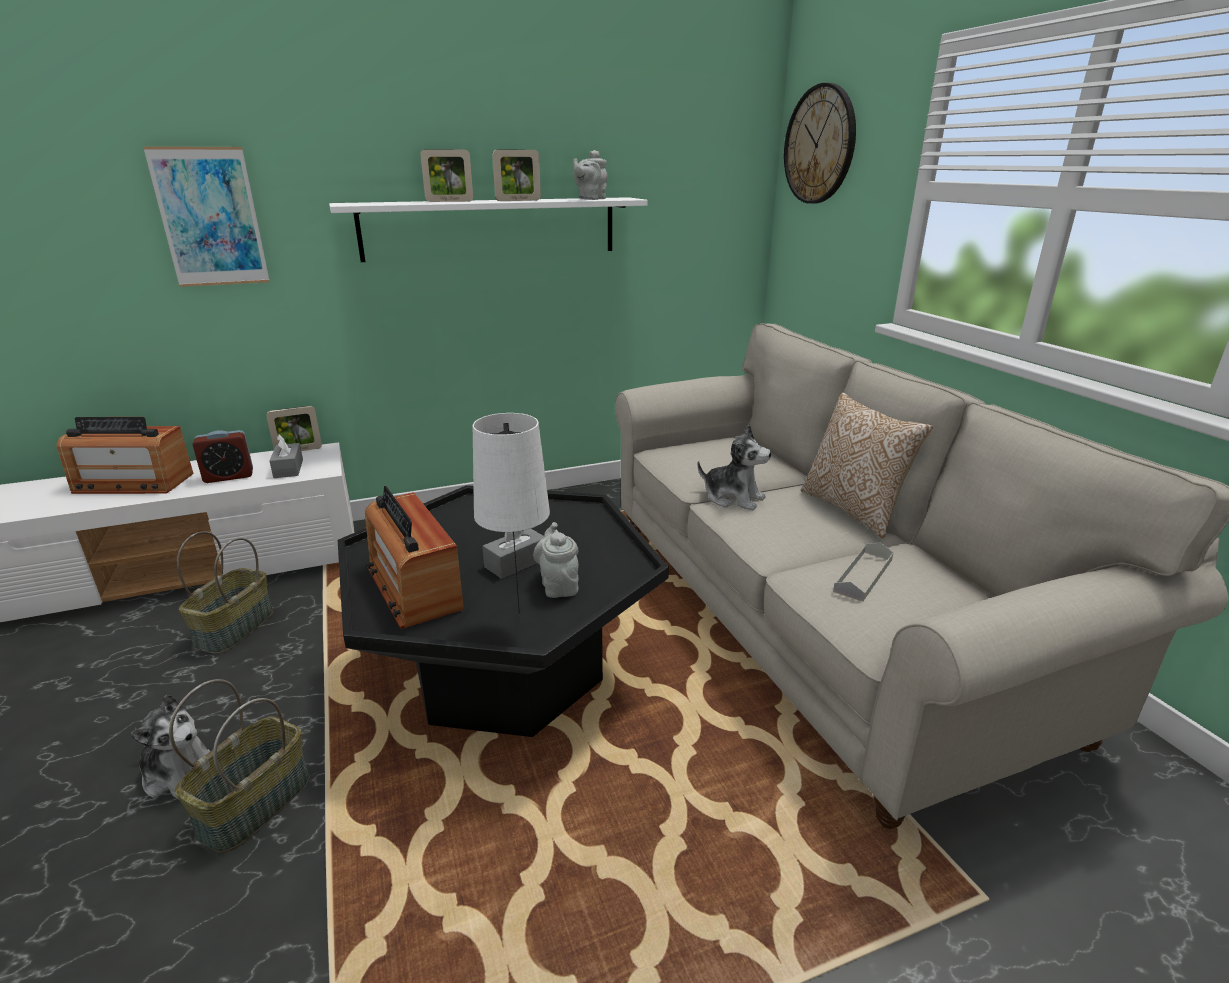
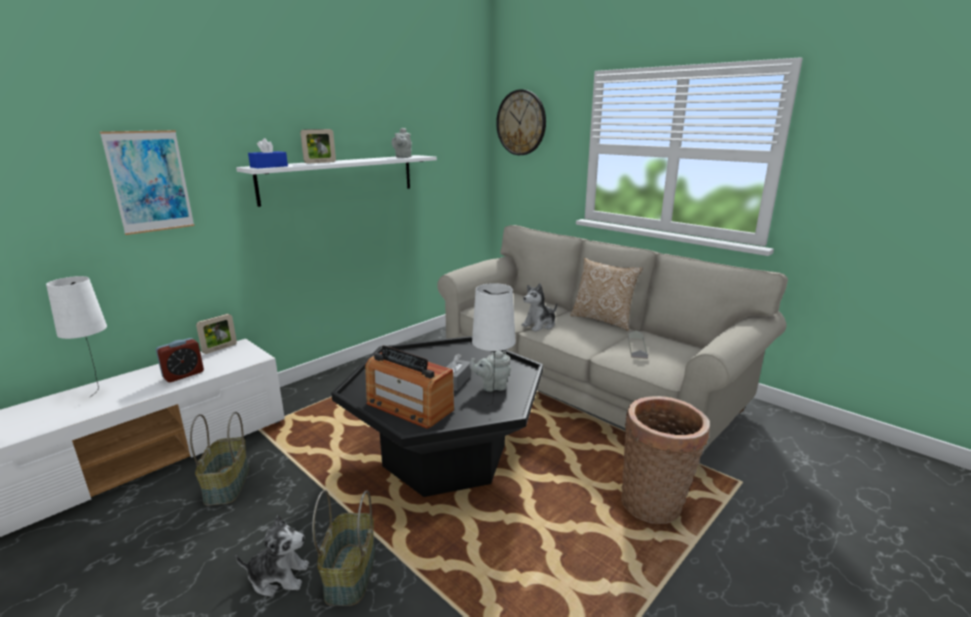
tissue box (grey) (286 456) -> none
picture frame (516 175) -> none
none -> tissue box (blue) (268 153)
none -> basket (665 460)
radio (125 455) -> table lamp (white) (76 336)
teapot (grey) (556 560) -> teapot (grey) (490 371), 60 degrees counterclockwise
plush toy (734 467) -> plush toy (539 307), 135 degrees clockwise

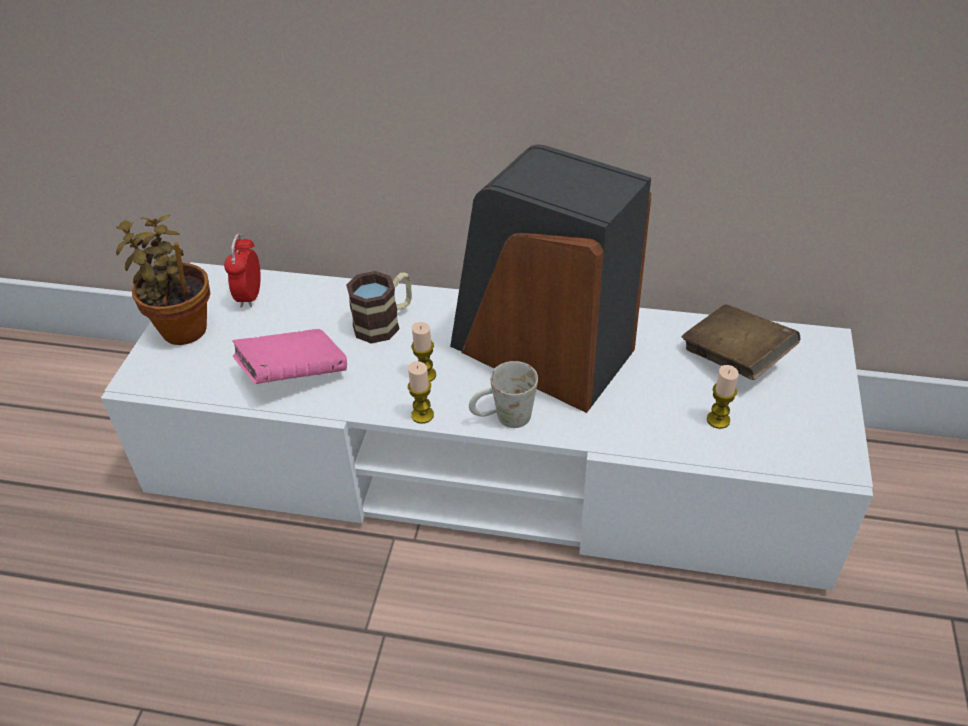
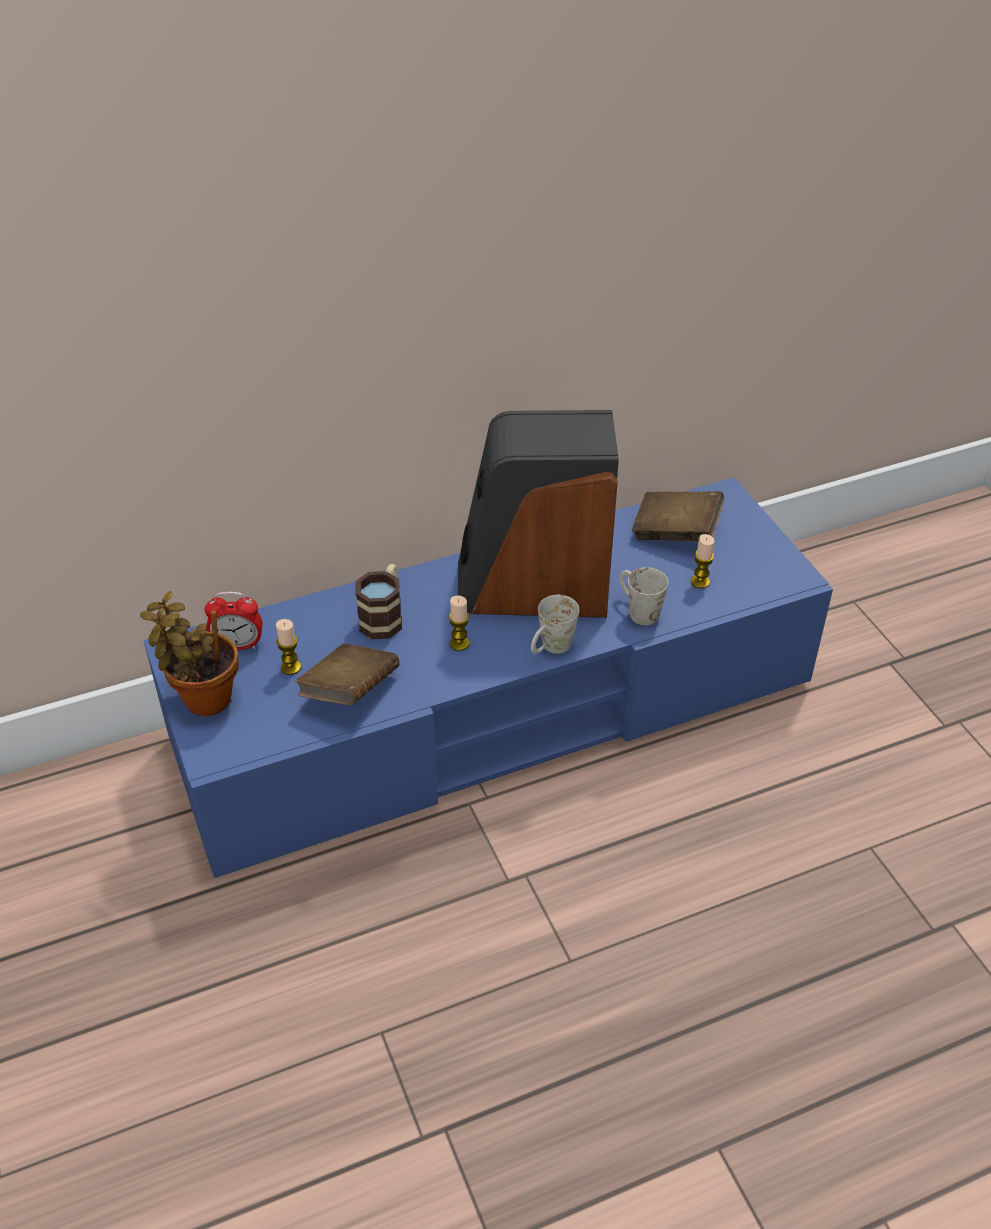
none -> mug (white) (644 596)
candle (421 392) -> candle (288 647), moved
tv stand (white) (487 426) -> tv stand (blue) (488 677)
book (pink) (290 356) -> book (brown) (347 674)
alarm clock (242 271) -> alarm clock (233 621), 60 degrees counterclockwise

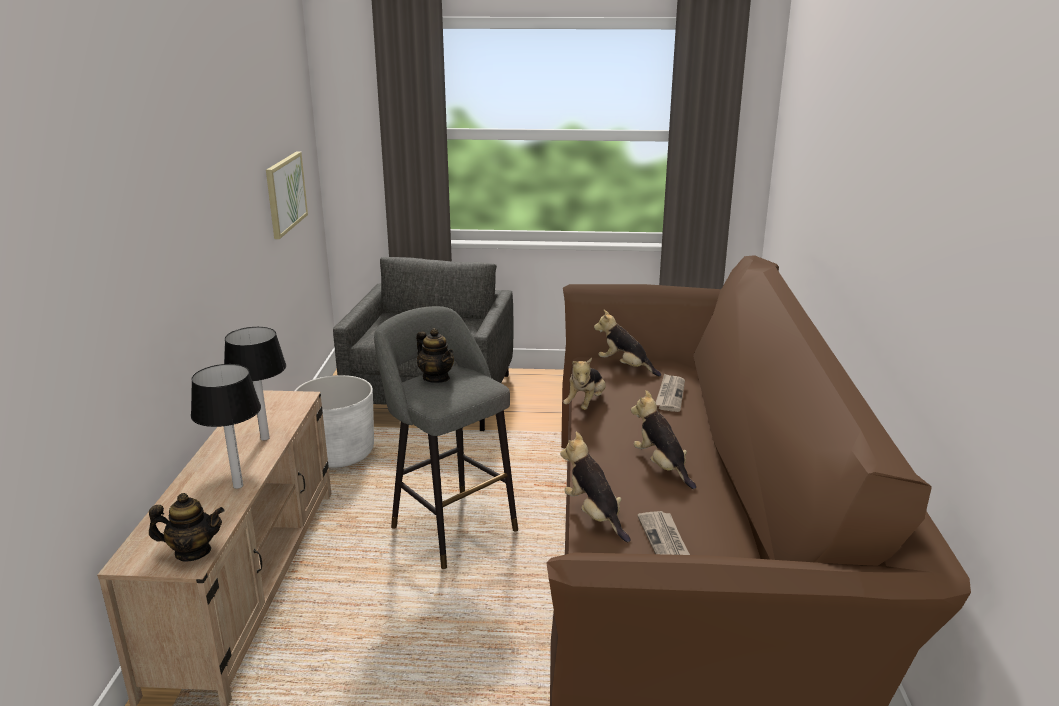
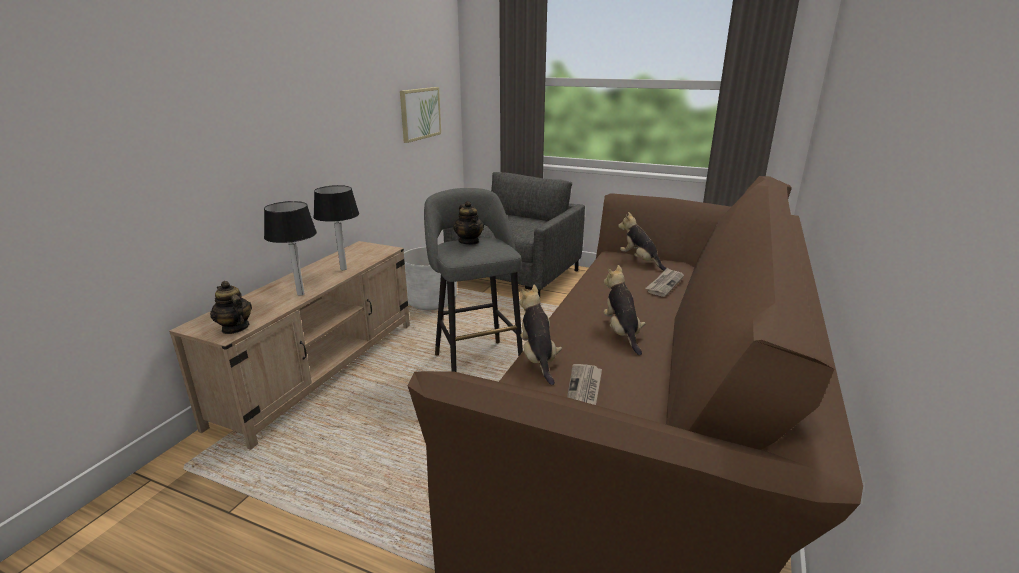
plush toy (584 384) -> none
teapot (186 527) -> teapot (231 307), 150 degrees counterclockwise

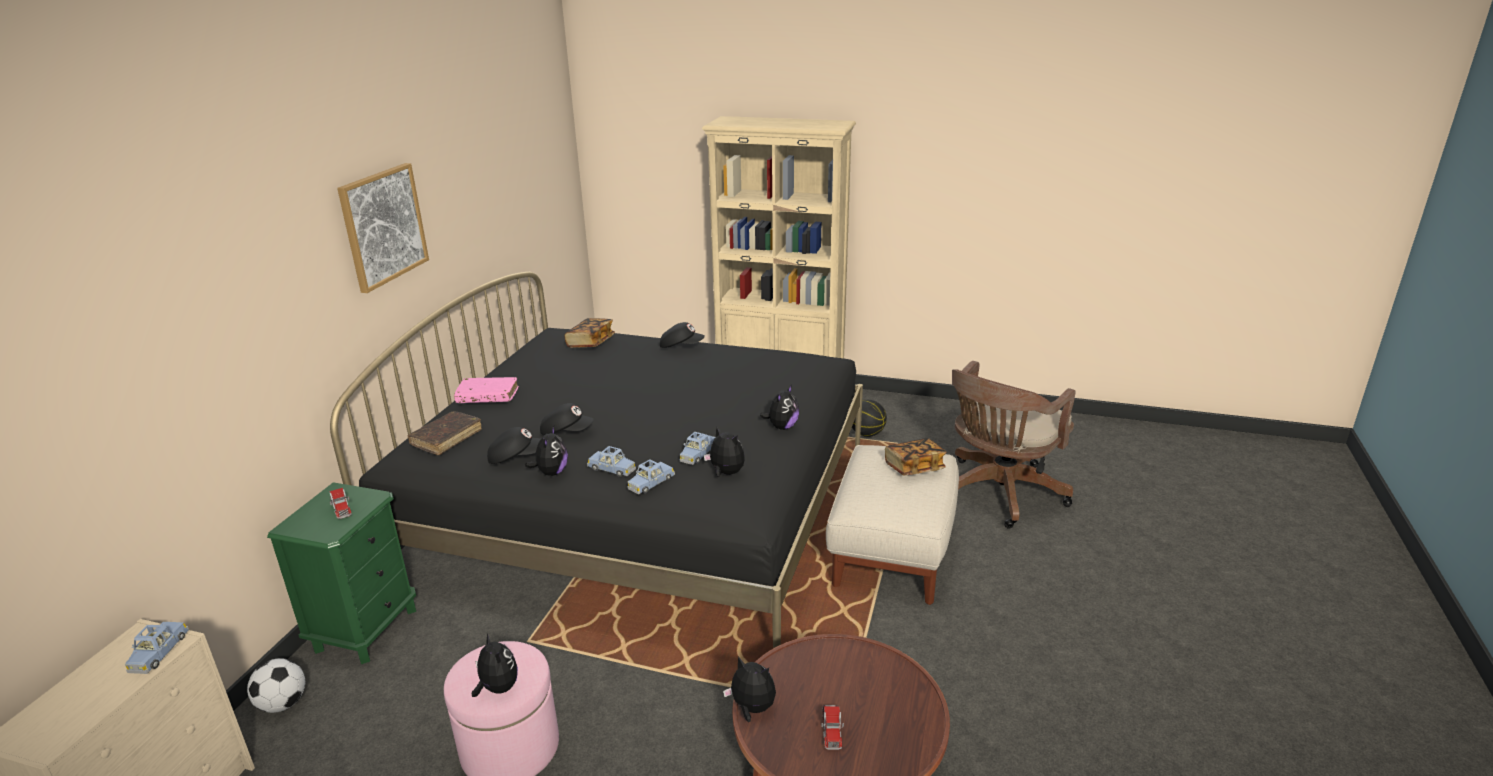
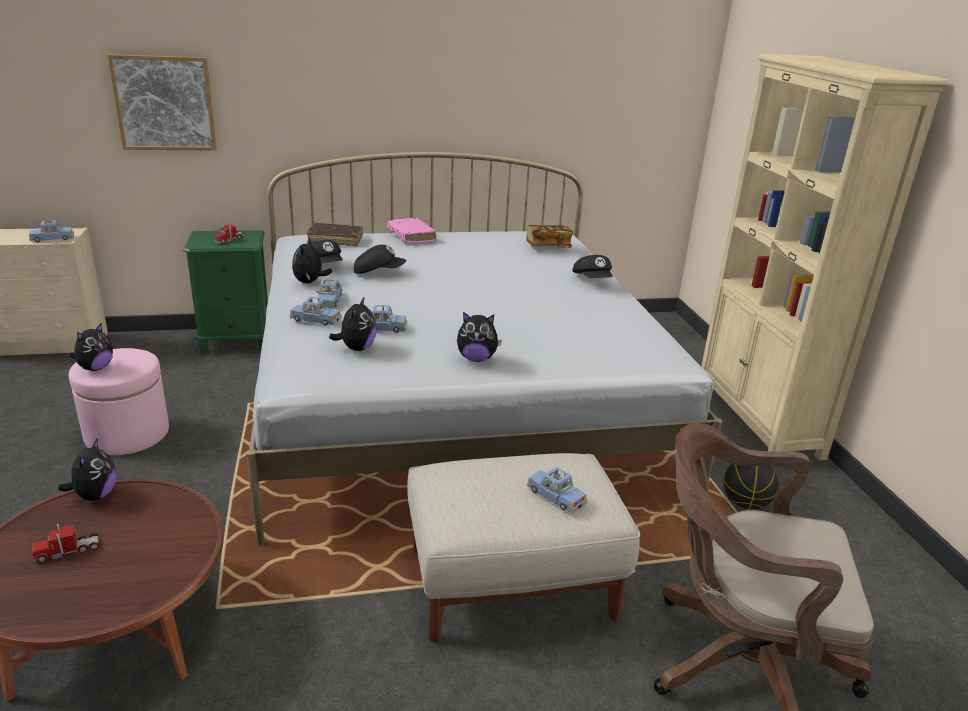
football (276 685) -> none
picture (383 228) -> picture (162 102), moved
book (916 456) -> toy car (blue) (557 490)
bed (black) (596 460) -> bed (white) (484 348)
plush toy (546 451) -> plush toy (312 260), 120 degrees clockwise
cap (black) (567 419) -> cap (black) (380 259), 75 degrees counterclockwise

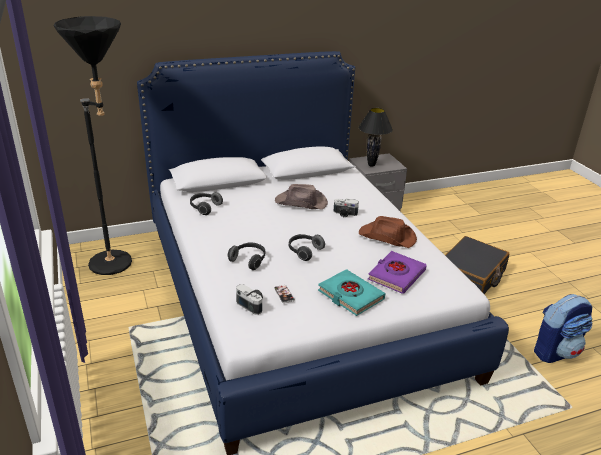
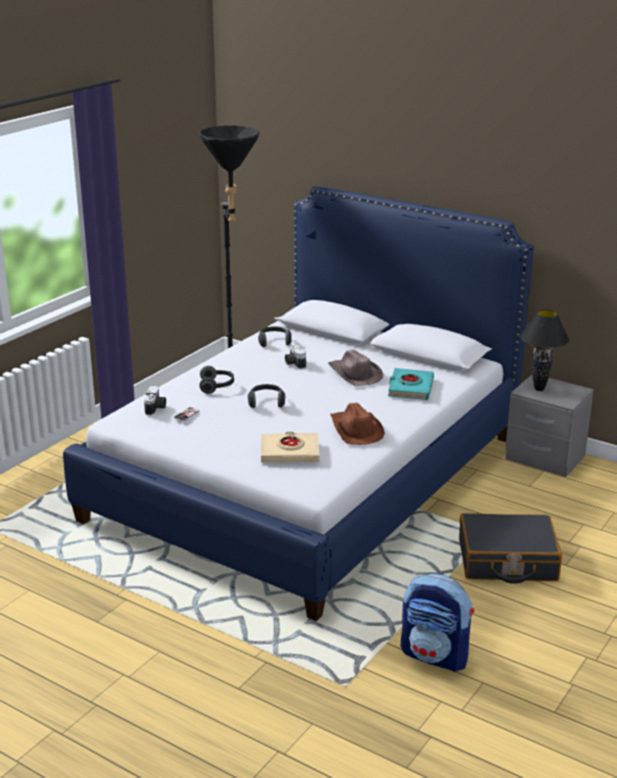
book (turquoise) (352 292) -> book (turquoise) (411 384), moved
photo camera (346 207) -> photo camera (295 357), moved
book (purple) (397 272) -> book (beige) (290 446)

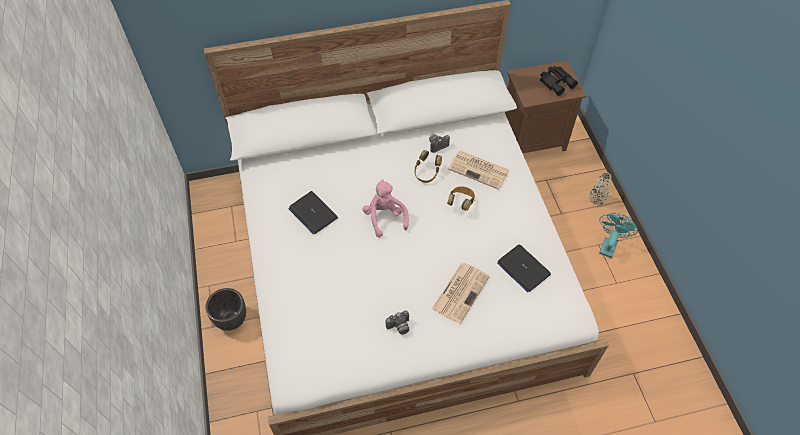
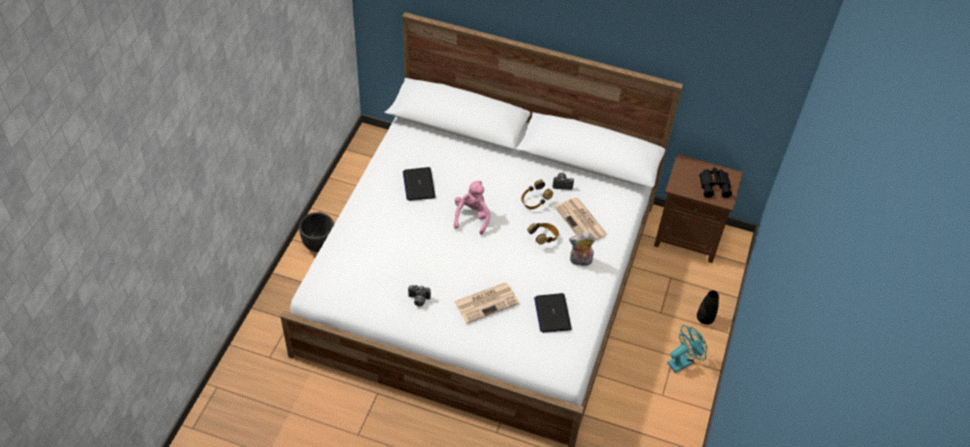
none -> plush toy (582 249)
vase (beige) (600 188) -> vase (black) (708 307)

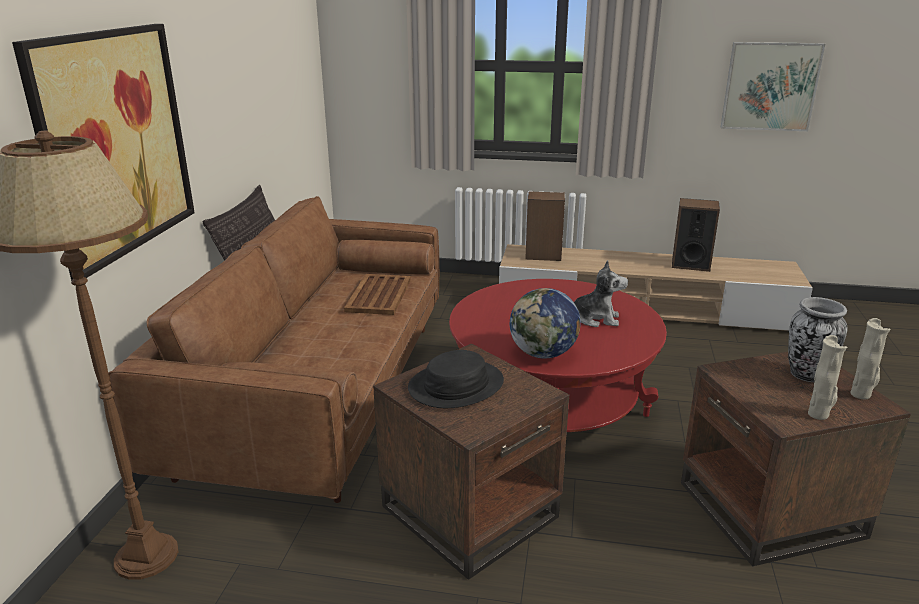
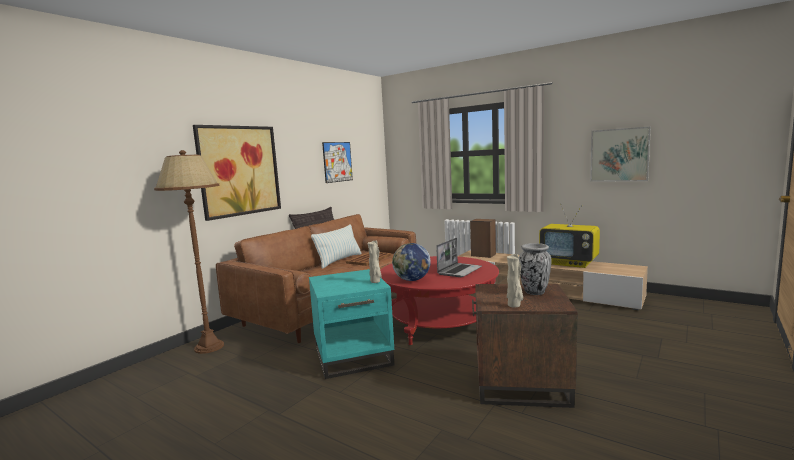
hat (black) (456 379) -> none
none -> pillow (336 246)
none -> picture (337 162)
vase (beige) (871 358) -> vase (beige) (374 261), moved
plush toy (596 293) -> laptop (459 257)
speaker (696 235) -> television (569 236)
side table (brown) (471 462) -> side table (turquoise) (351 324)

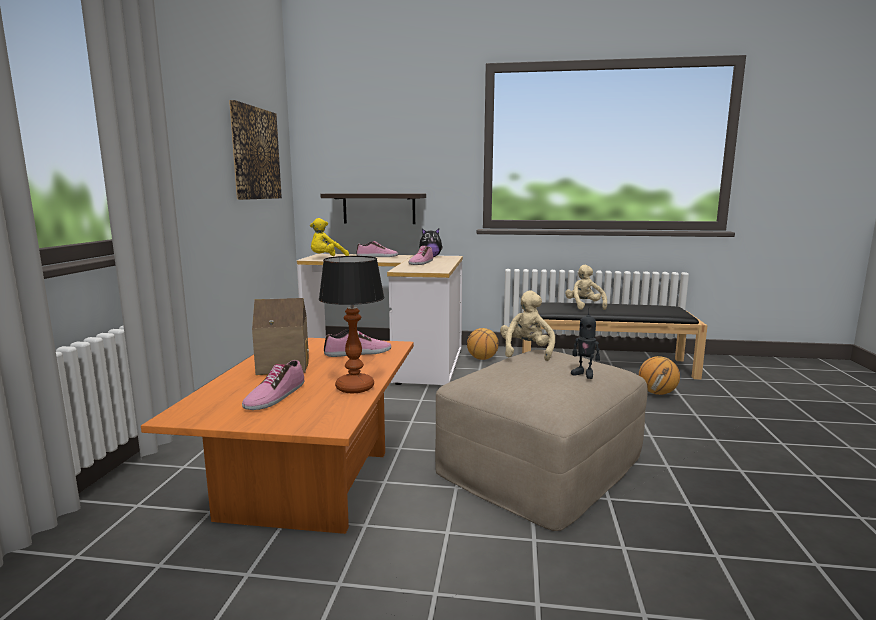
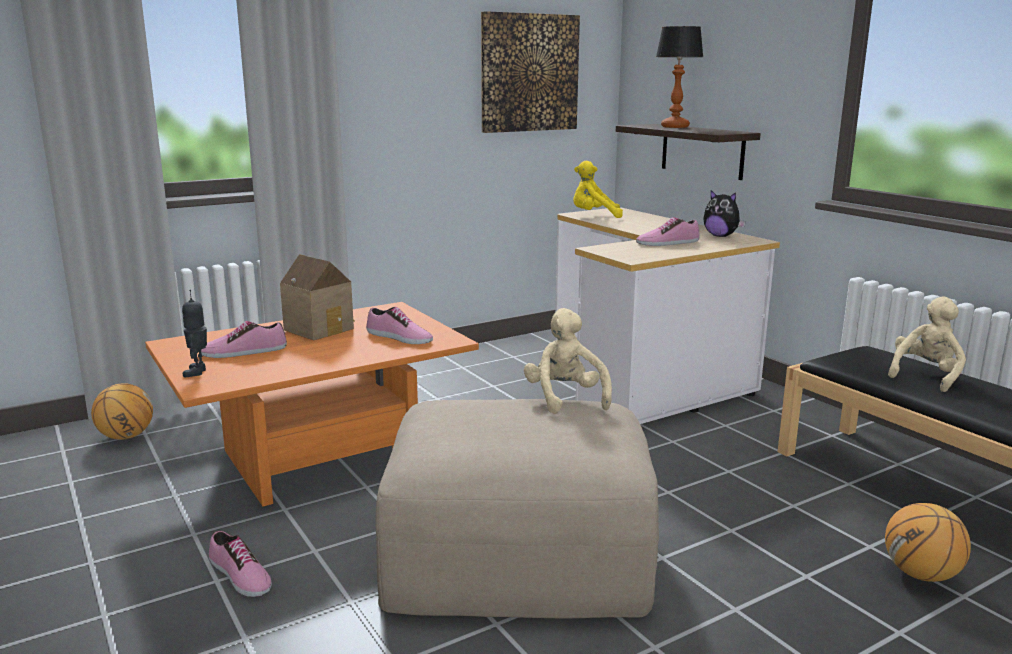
table lamp (352 324) -> table lamp (679 77), moved
shoe (377 249) -> shoe (240 564), moved
basketball (483 344) -> basketball (122 411), moved
toy robot (585 343) -> toy robot (194 333), moved
plush toy (beige) (527 326) -> plush toy (beige) (568 361), 75 degrees counterclockwise

